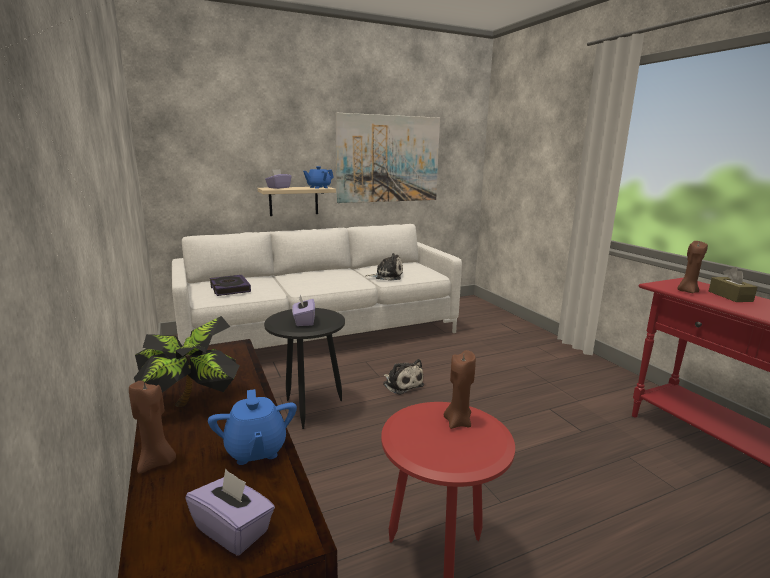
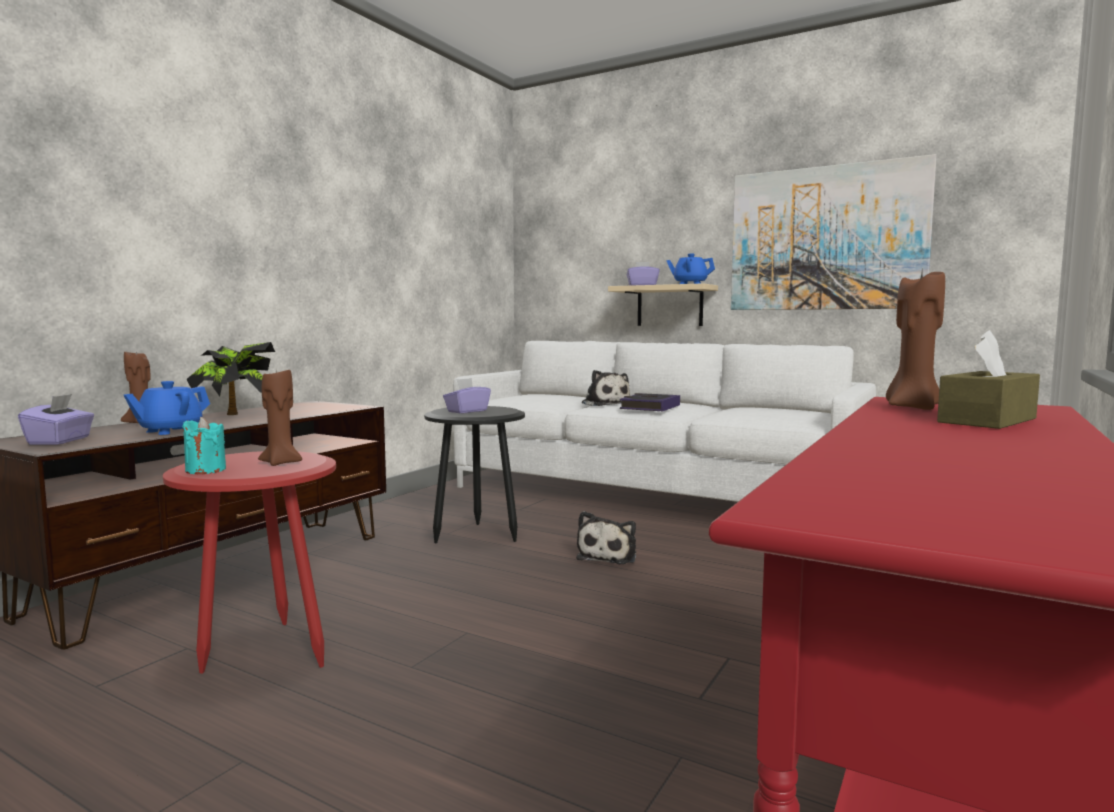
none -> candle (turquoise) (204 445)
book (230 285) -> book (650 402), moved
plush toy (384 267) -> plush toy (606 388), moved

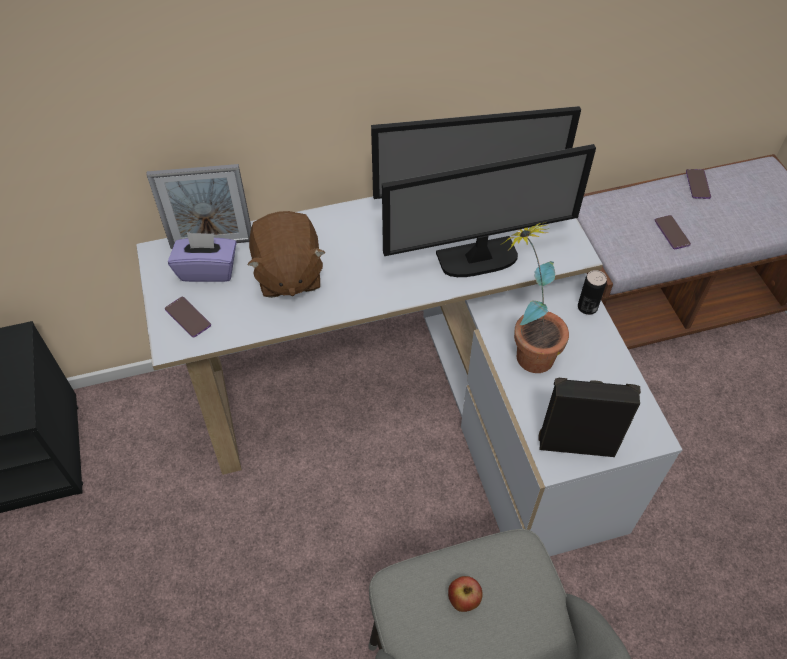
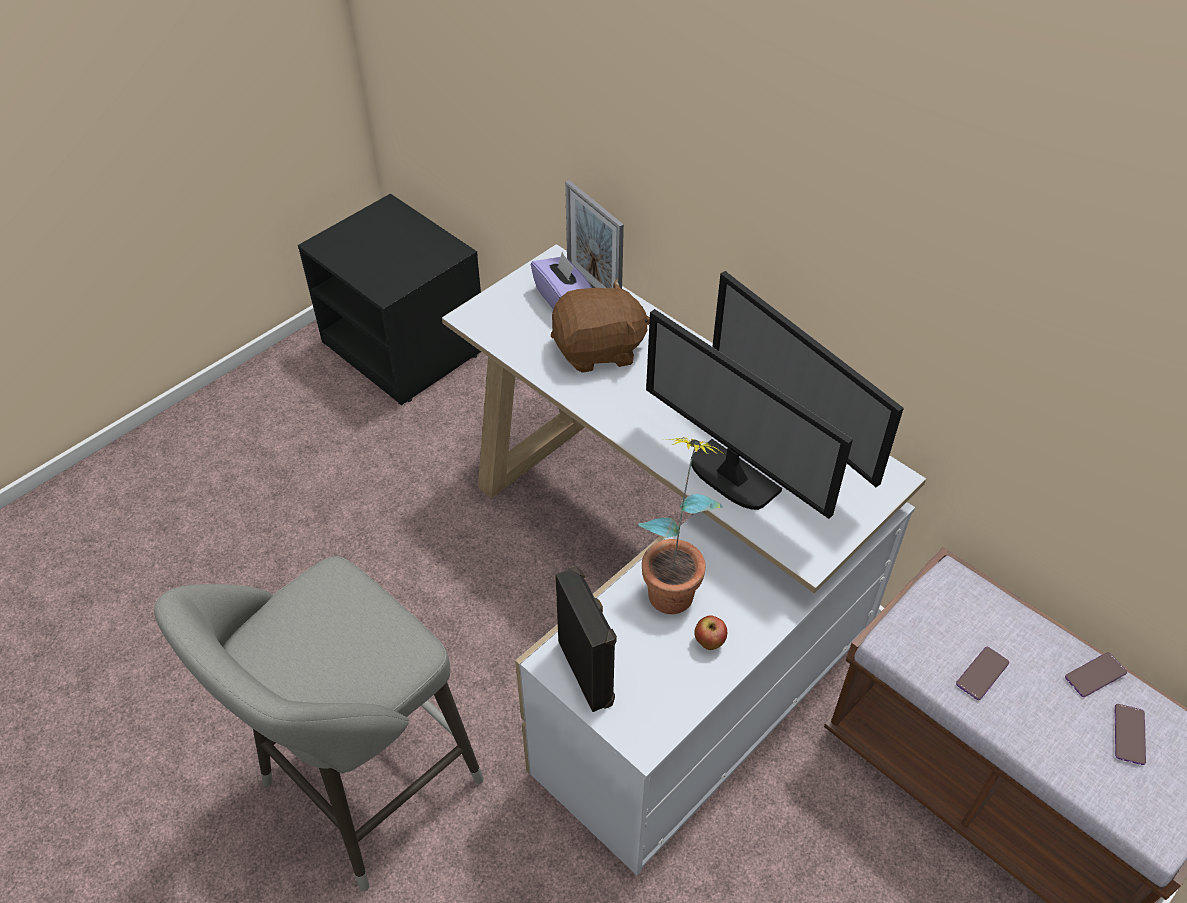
can (592 292) -> none
phone (188 317) -> phone (1130 734), moved
apple (465 594) -> apple (710 632), moved
plush toy (brown) (286 254) -> plush toy (brown) (600 326), 150 degrees counterclockwise

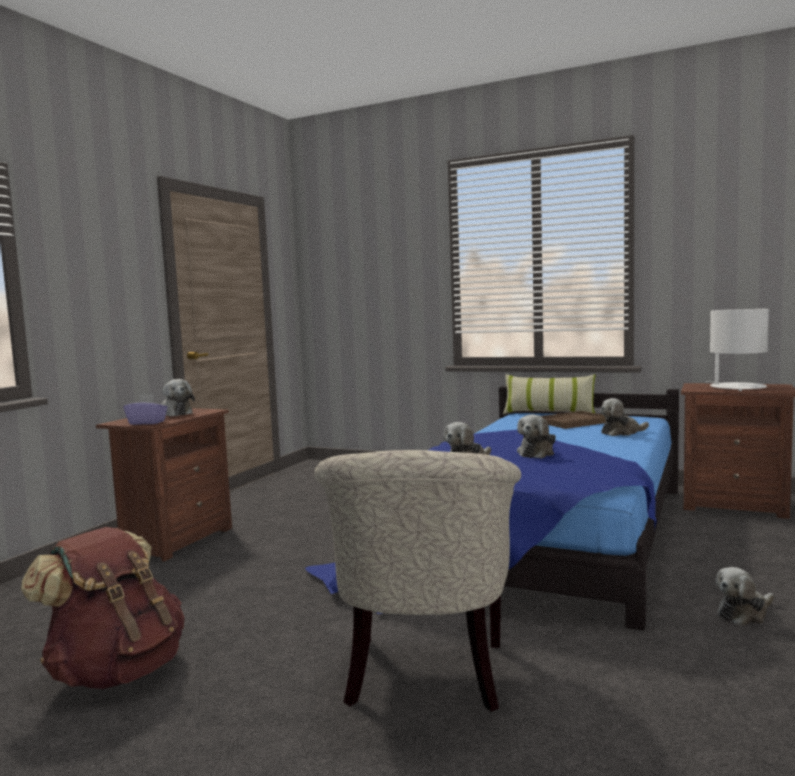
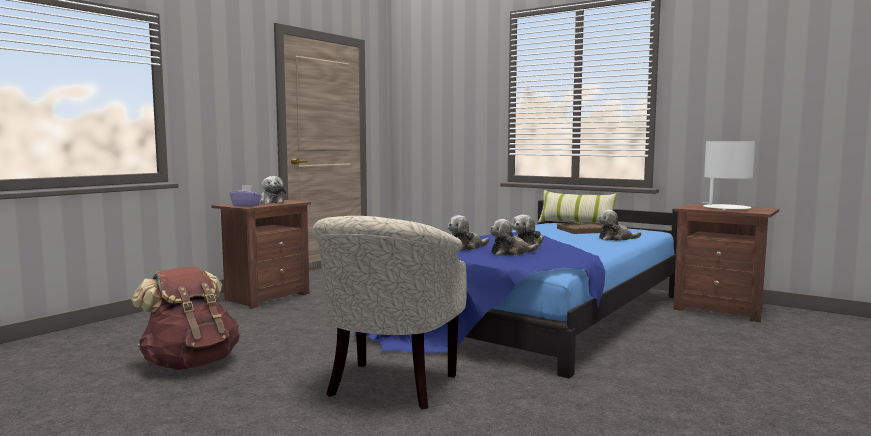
plush toy (744 596) -> plush toy (514 237), moved

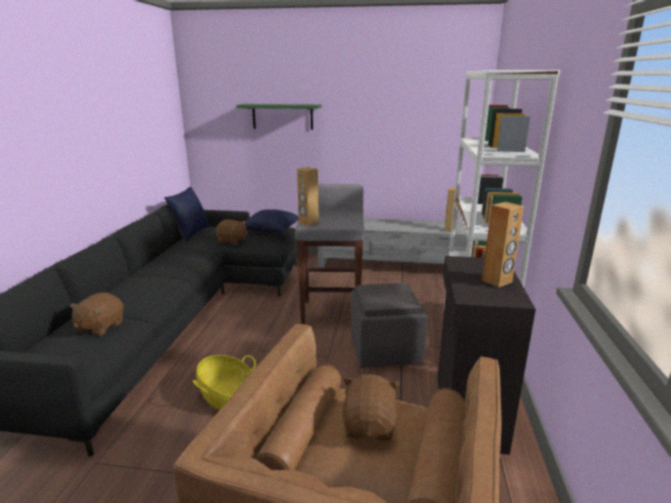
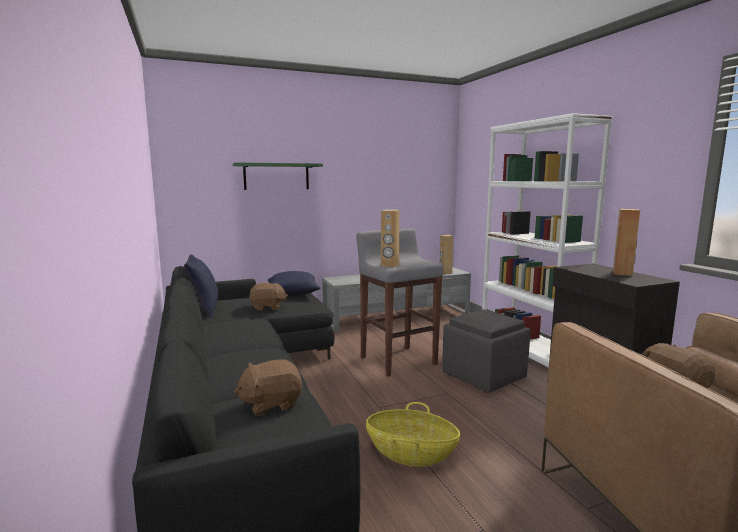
plush toy (brown) (97 314) -> plush toy (brown) (268 387), 75 degrees clockwise

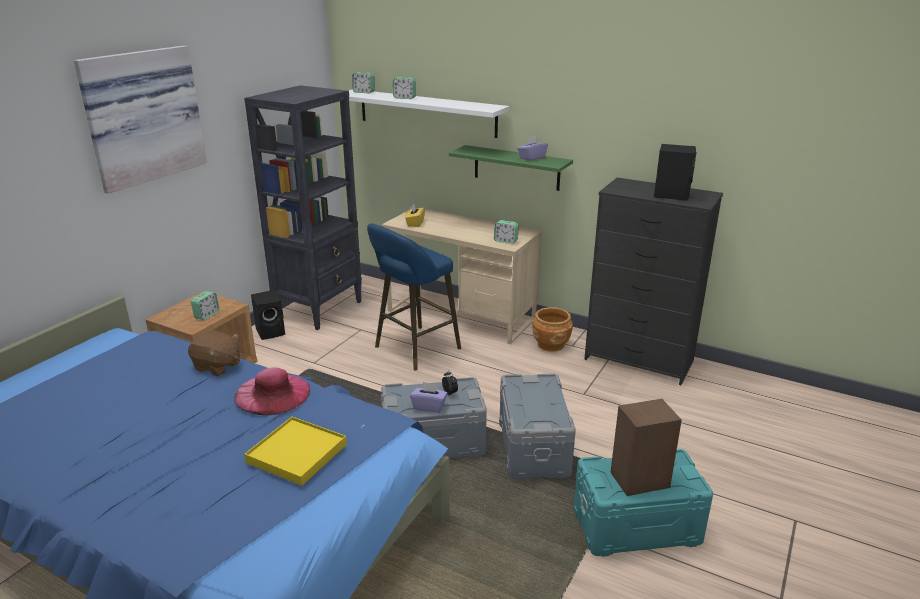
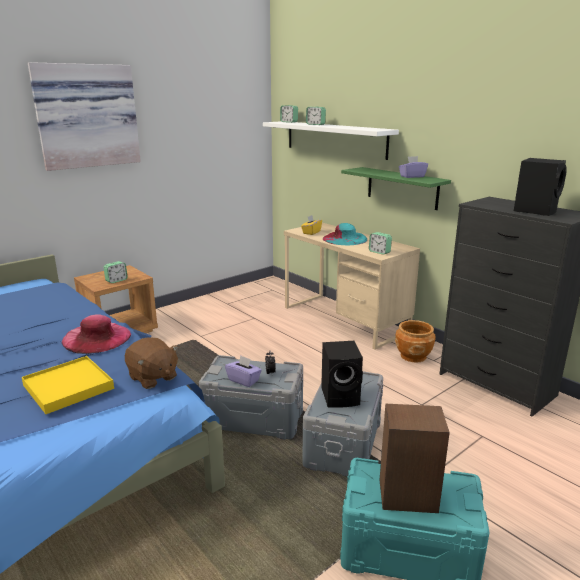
bookcase (black) (303 207) -> none
stool (blue) (414 296) -> none
none -> hat (turquoise) (345 234)
plush toy (brown) (214 353) -> plush toy (brown) (151 363), moved
speaker (black) (268 315) -> speaker (black) (342 374), moved

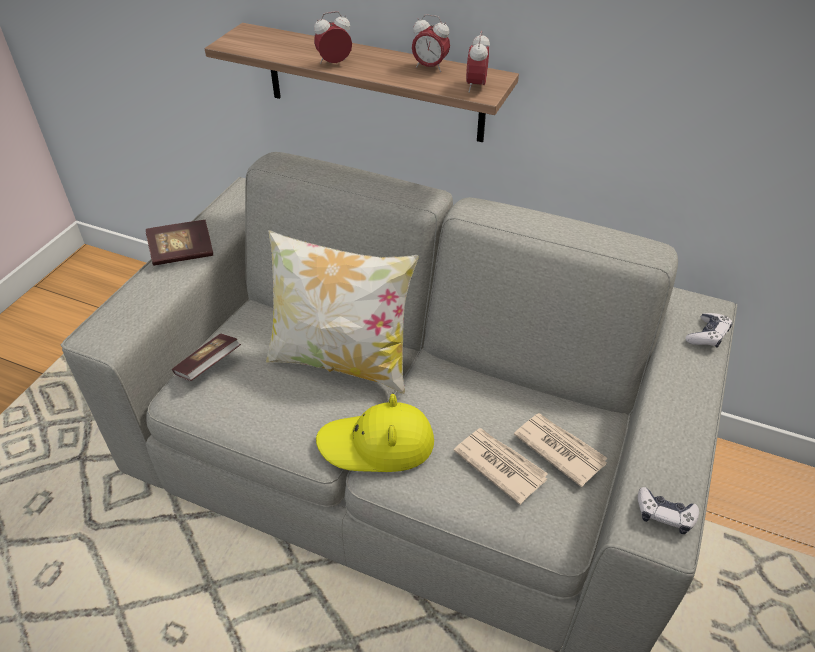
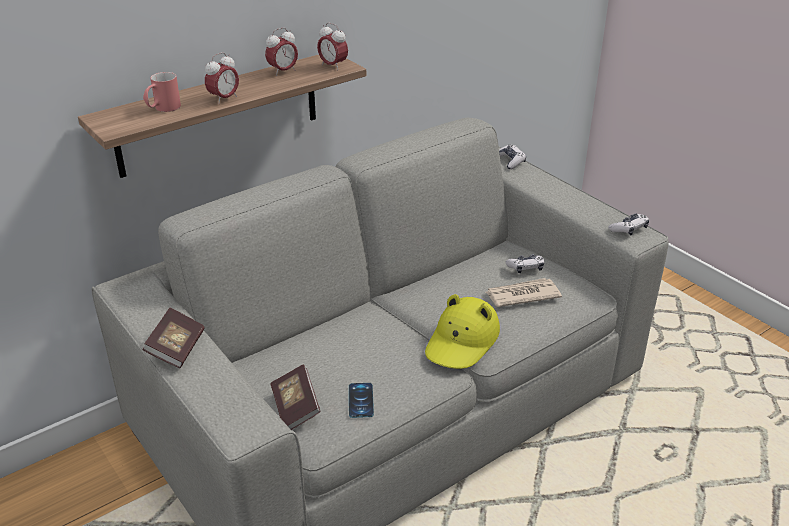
pillow (342 312) -> none
none -> mug (red) (162 92)
none -> phone (361 400)
newspaper (560 450) -> game controller (525 263)
alarm clock (333 37) -> alarm clock (222 78), 150 degrees counterclockwise

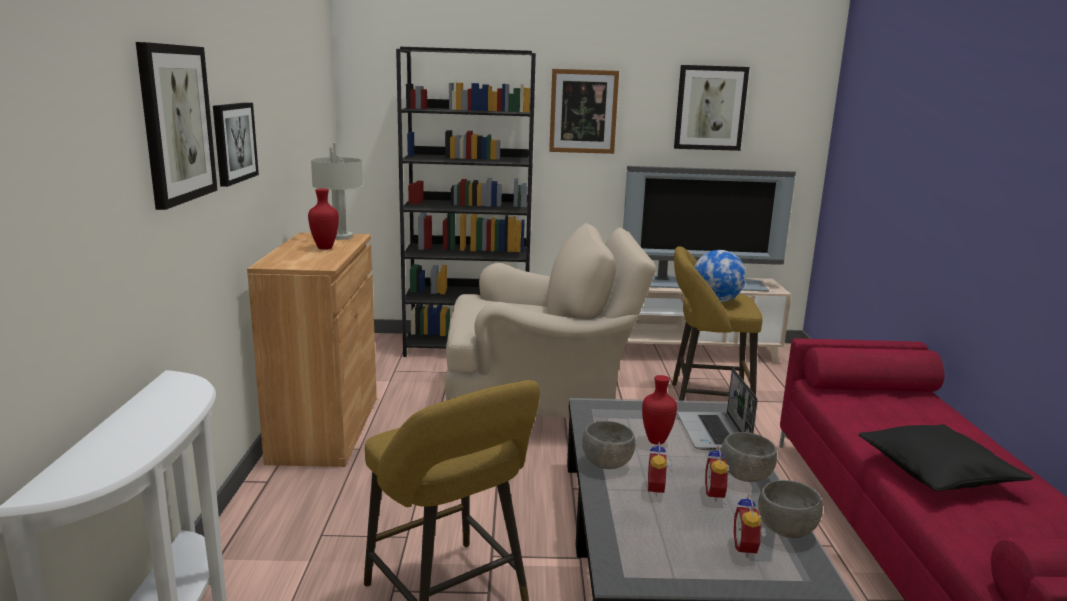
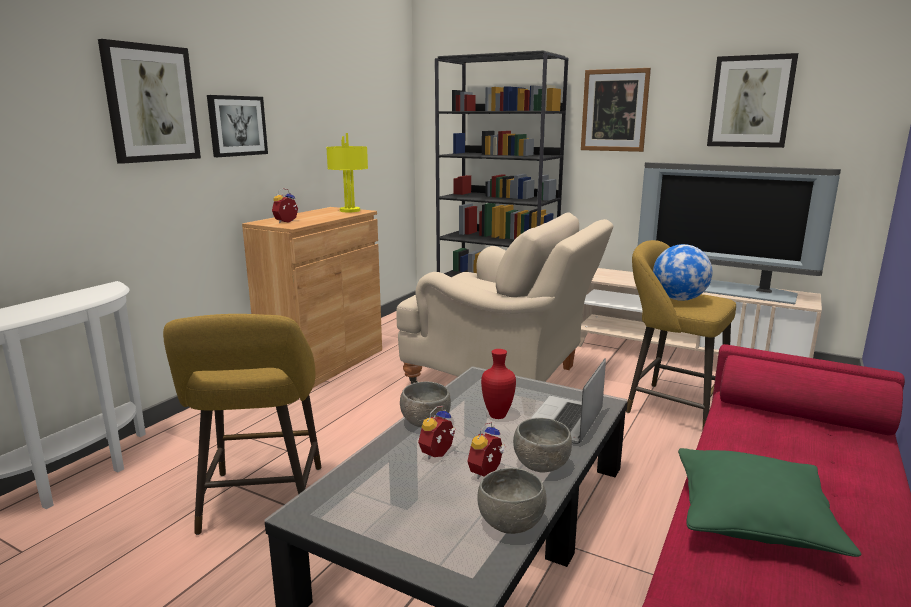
vase (red) (323 219) -> none
alarm clock (750 526) -> alarm clock (285 205), moved
table lamp (grey) (337 191) -> table lamp (yellow) (347 172)
pillow (black) (945 457) -> pillow (green) (769 502)

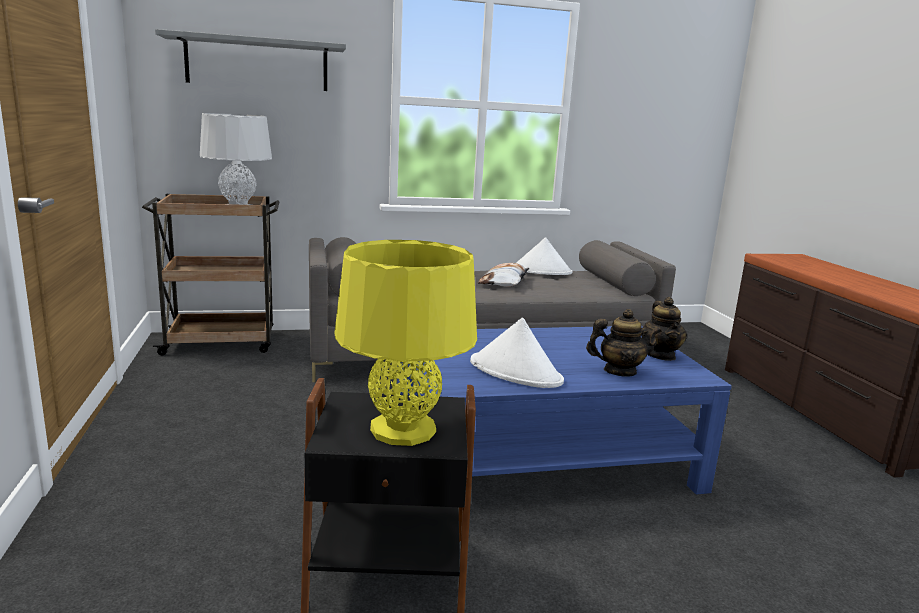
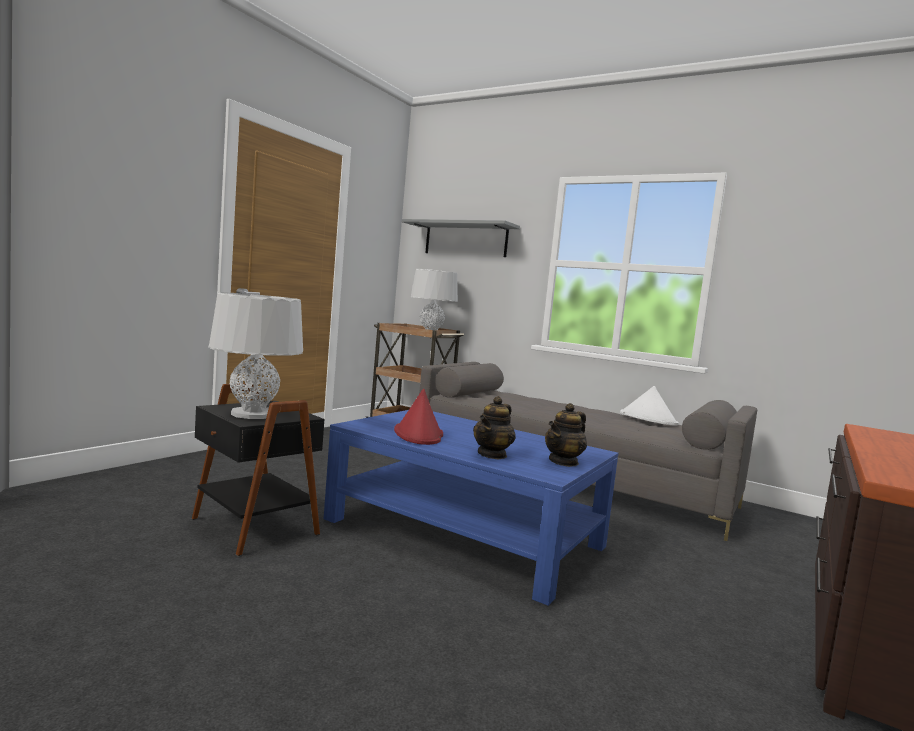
pillow (503 275) -> none
table lamp (yellow) (405 343) -> table lamp (grey) (256 355)
hat (white) (517 353) -> hat (red) (418 417)
teapot (624 343) -> teapot (494 427), 75 degrees clockwise

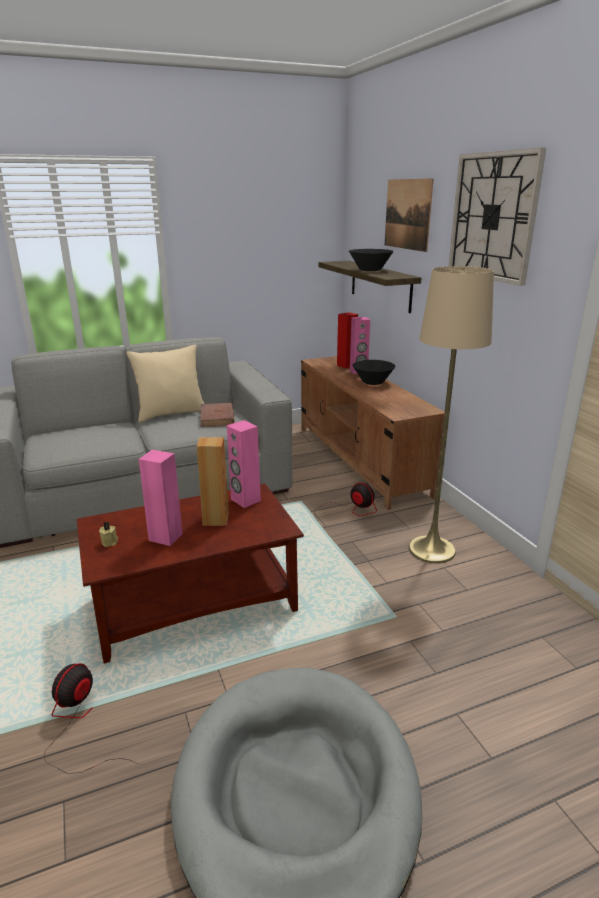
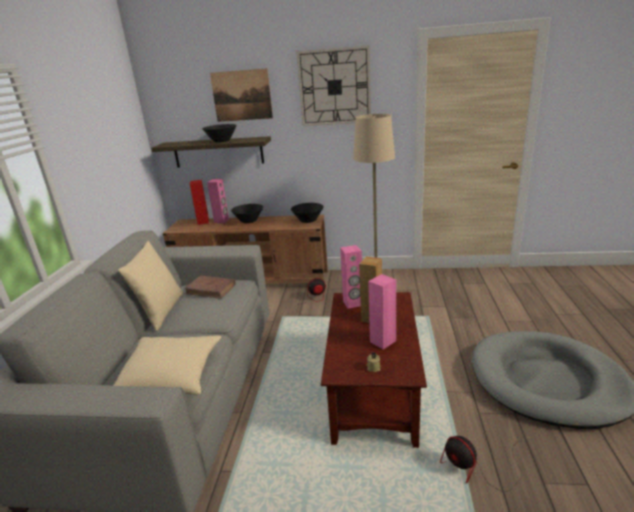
none -> pillow (beige) (167 365)
none -> bowl (black) (307 213)

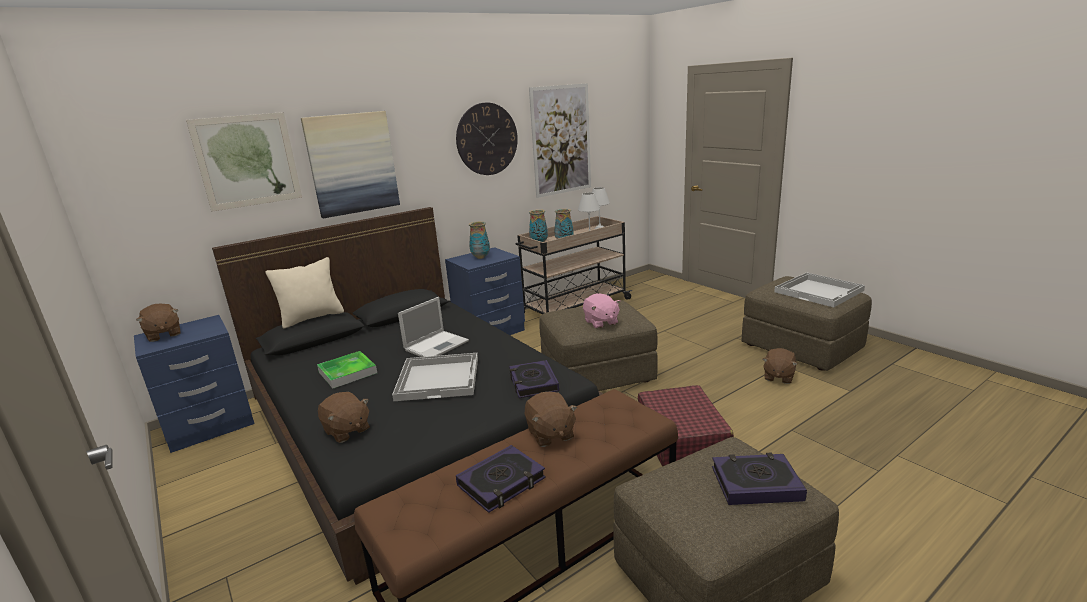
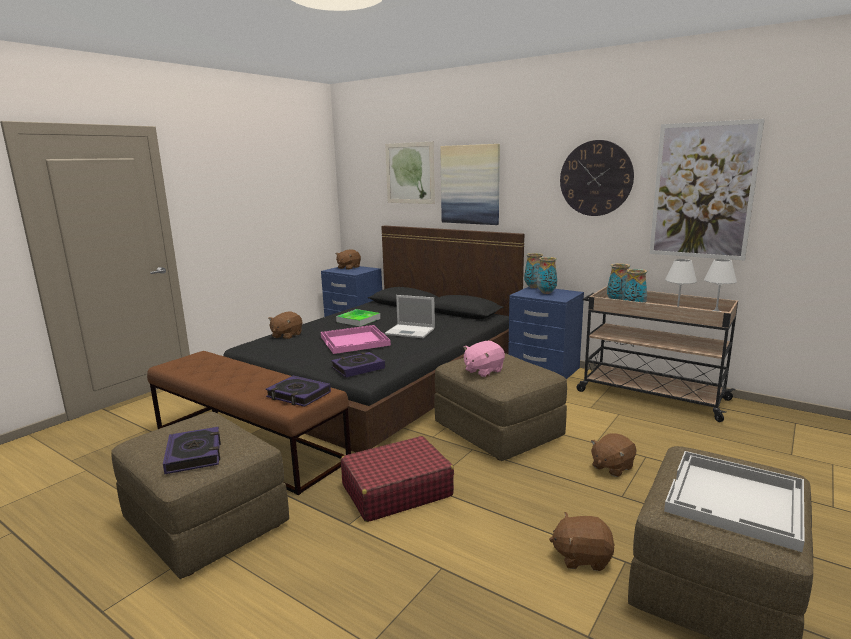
pillow (beige) (304 293) -> none
none -> vase (533 270)
book (501 479) -> book (298 391), moved
plush toy (brown) (551 419) -> plush toy (brown) (613 455), moved
tray (white) (435 377) -> tray (pink) (356 339)

